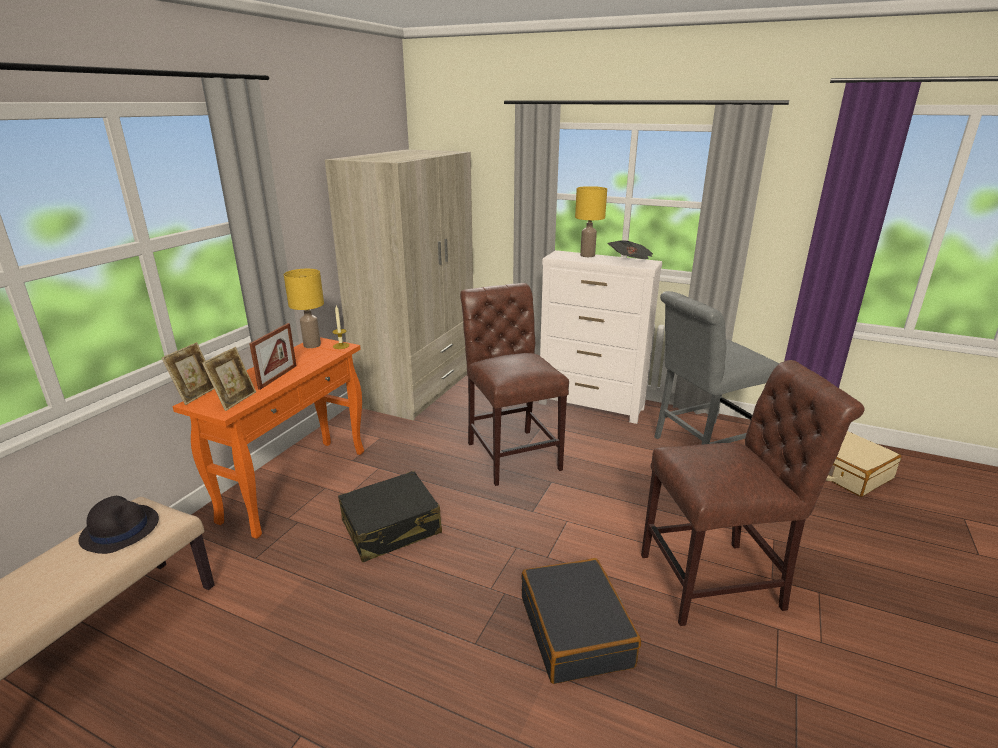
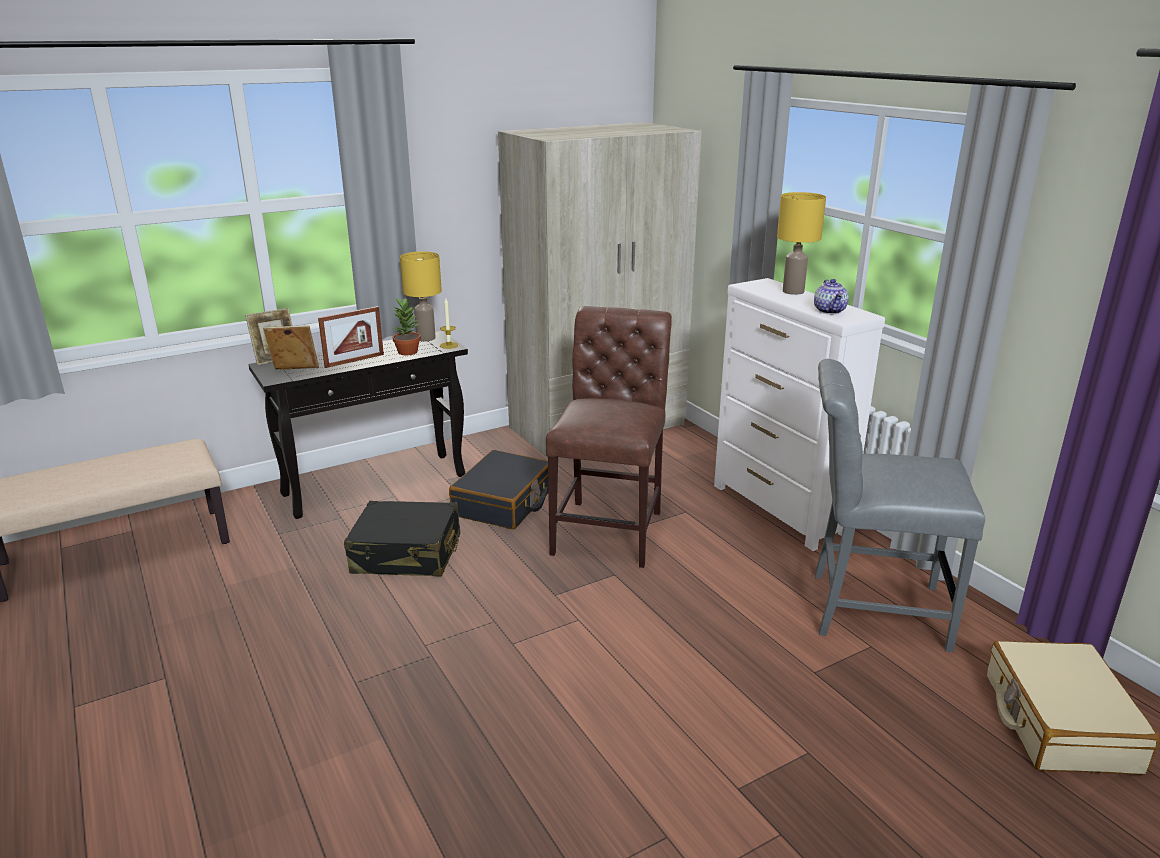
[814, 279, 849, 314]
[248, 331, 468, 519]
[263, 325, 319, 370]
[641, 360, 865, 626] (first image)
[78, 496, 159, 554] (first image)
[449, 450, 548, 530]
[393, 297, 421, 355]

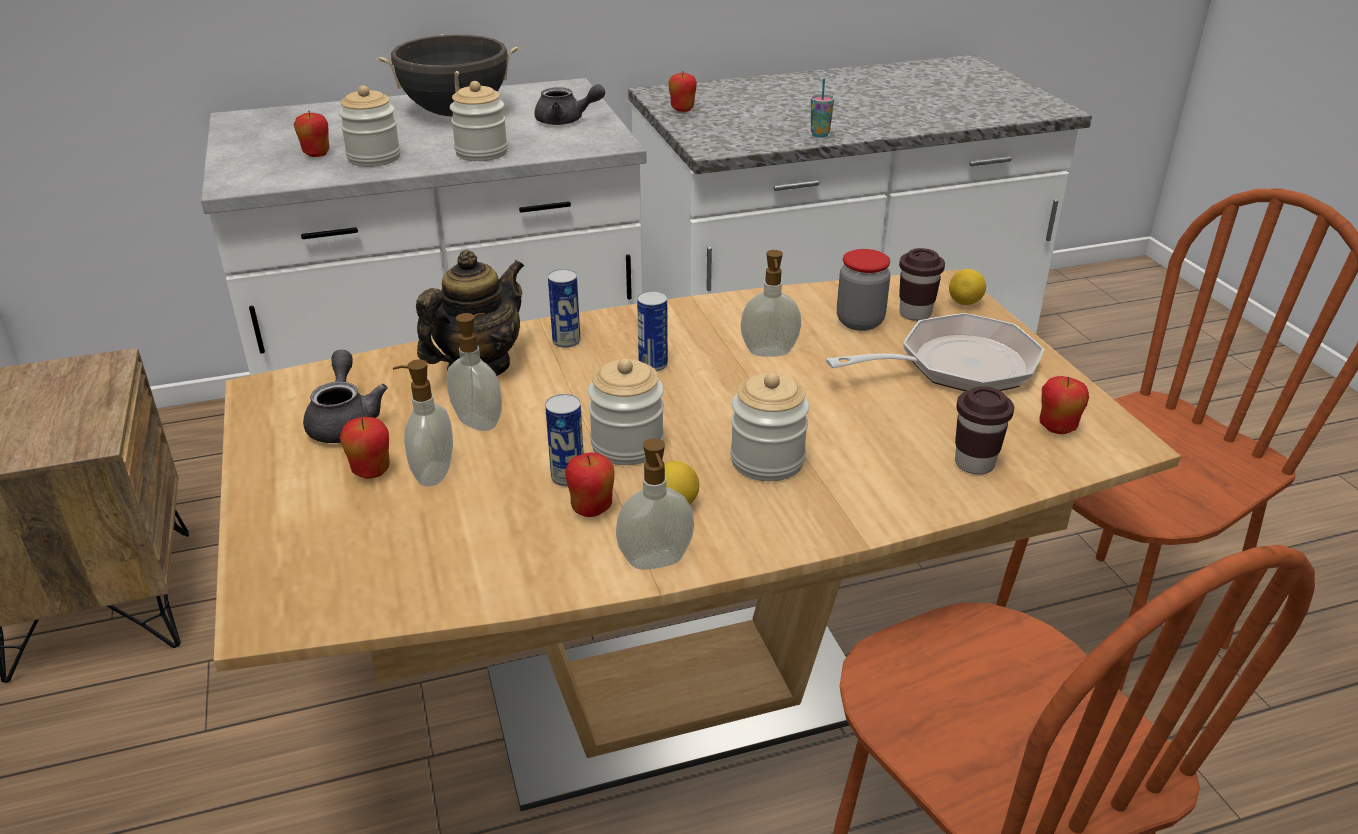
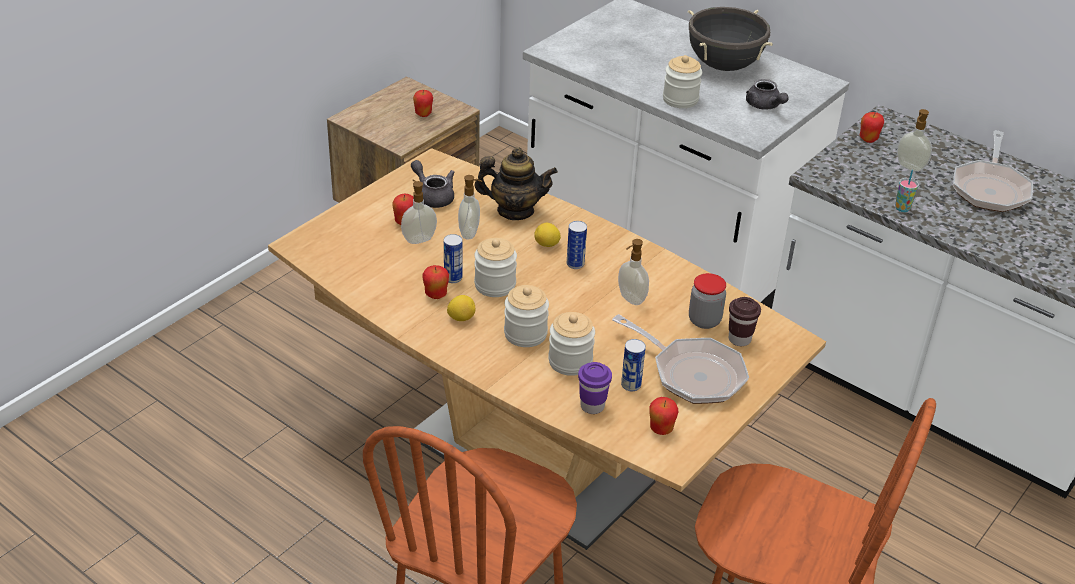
[548, 312, 595, 376]
[413, 90, 433, 117]
[621, 339, 646, 391]
[534, 223, 561, 247]
[411, 160, 454, 208]
[578, 362, 612, 414]
[897, 109, 932, 172]
[953, 131, 1033, 212]

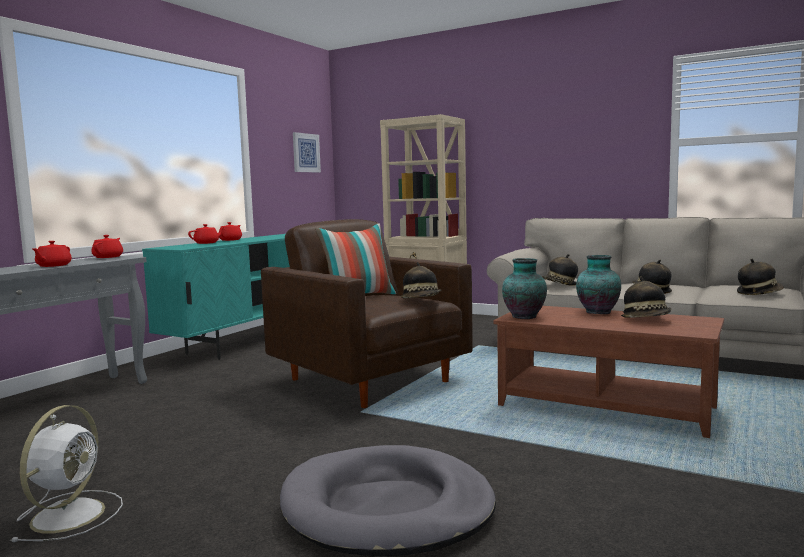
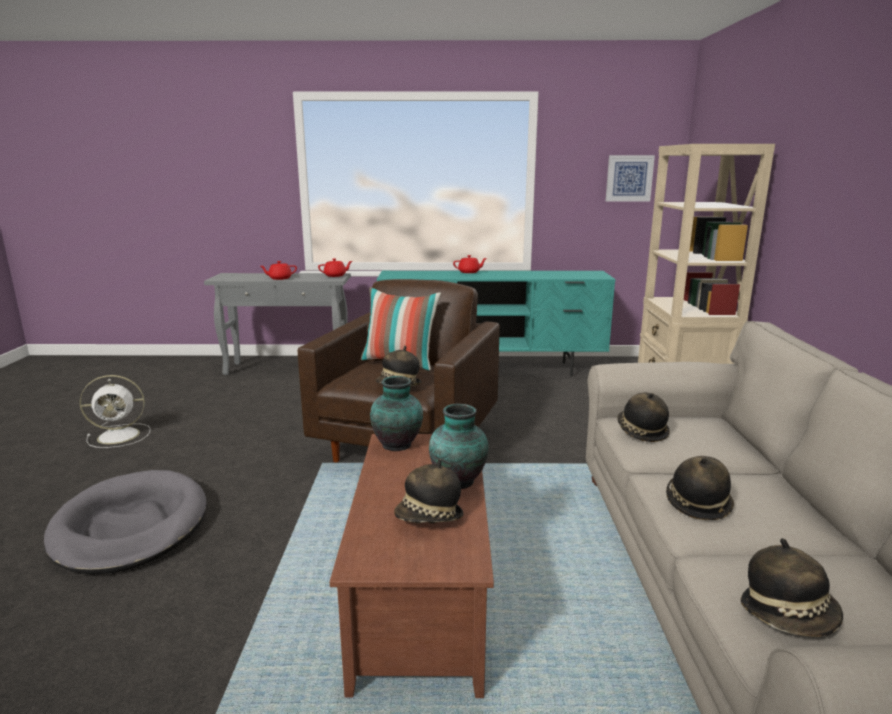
[188, 224, 224, 244] (first image)

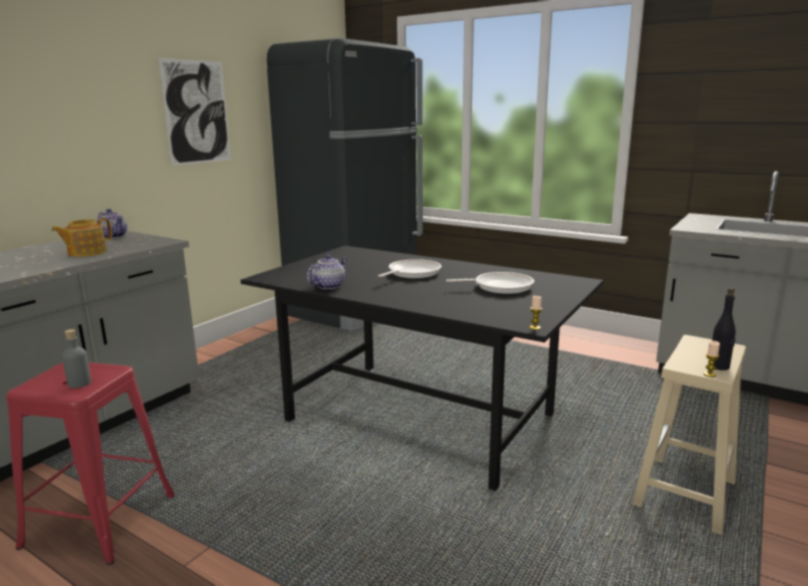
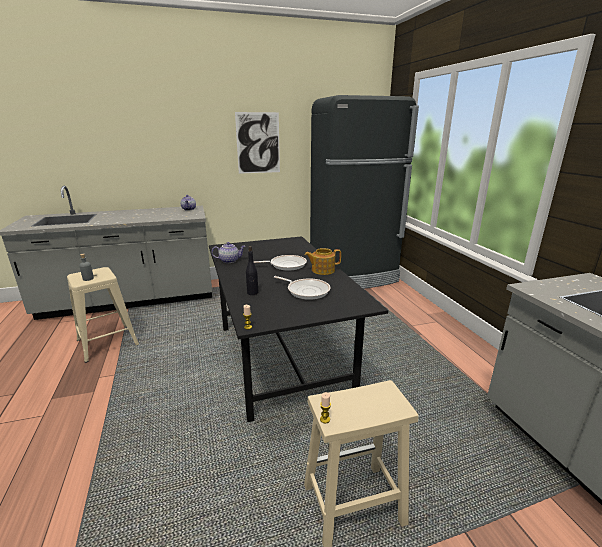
[305, 248, 341, 275]
[246, 246, 258, 295]
[67, 267, 139, 363]

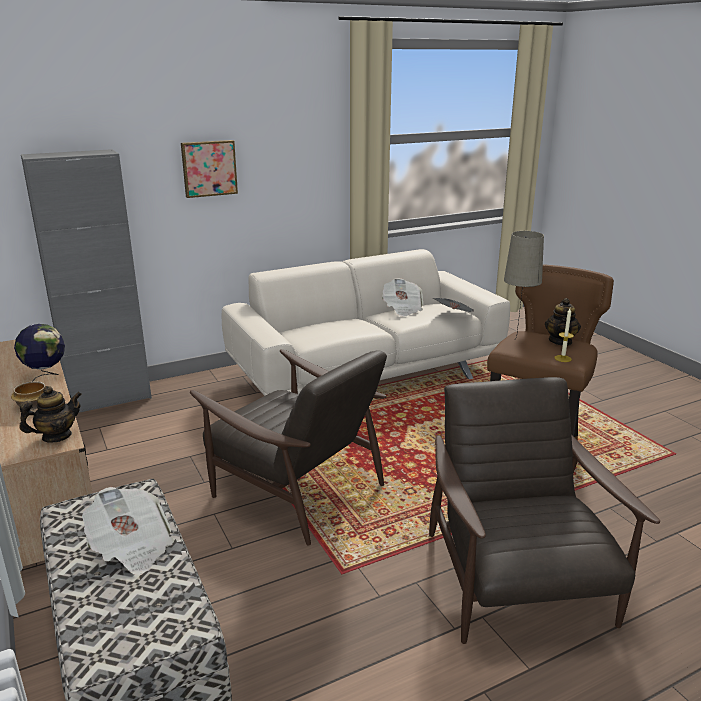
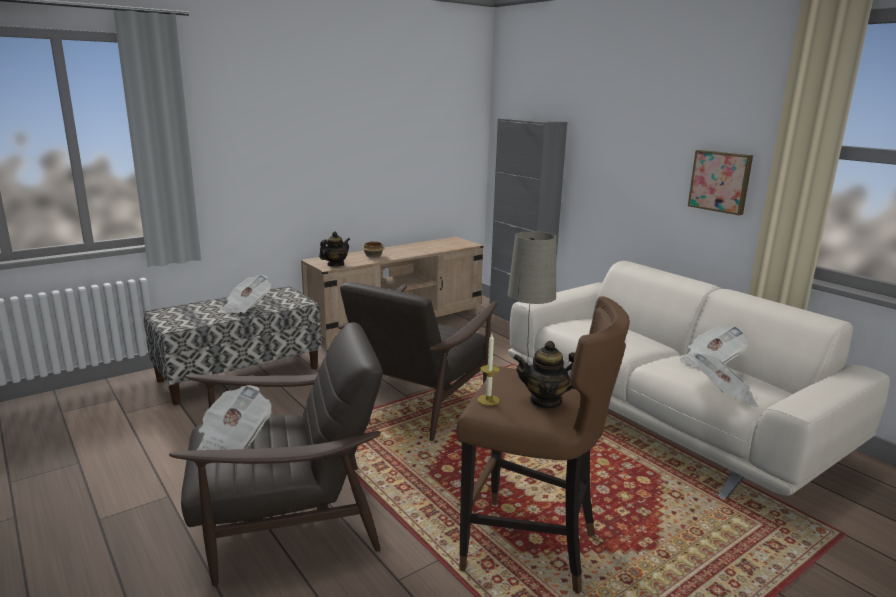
[688, 150, 753, 215]
[14, 324, 65, 387] (first image)
[319, 231, 350, 267]
[197, 385, 272, 450]

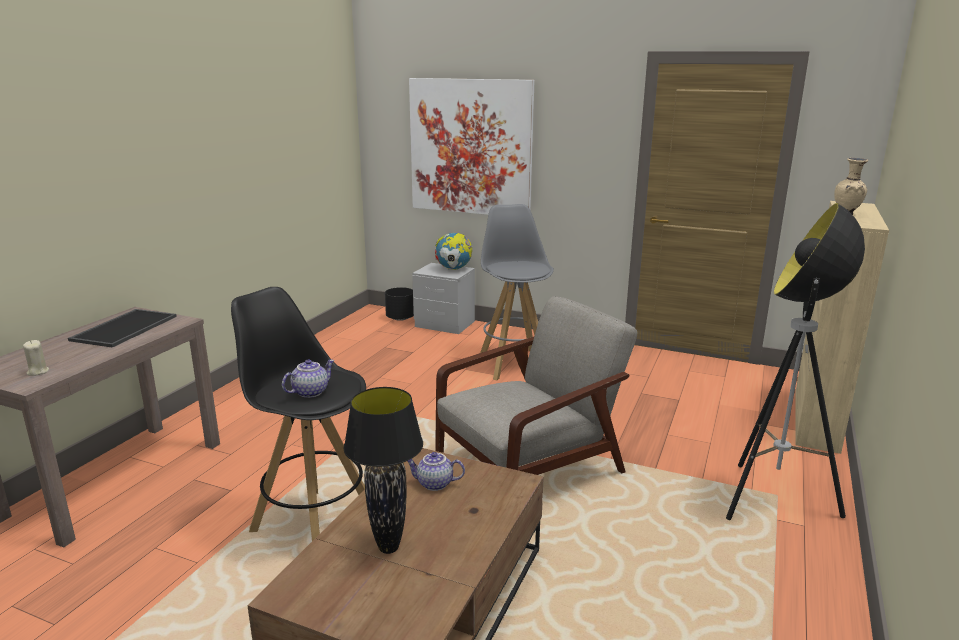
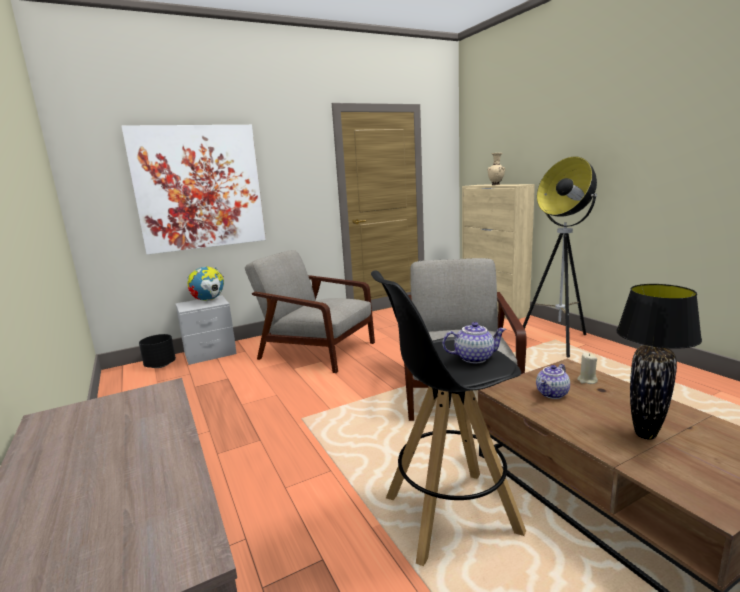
[245, 250, 375, 373]
[68, 309, 177, 348] (first image)
[577, 353, 598, 384]
[442, 322, 506, 363]

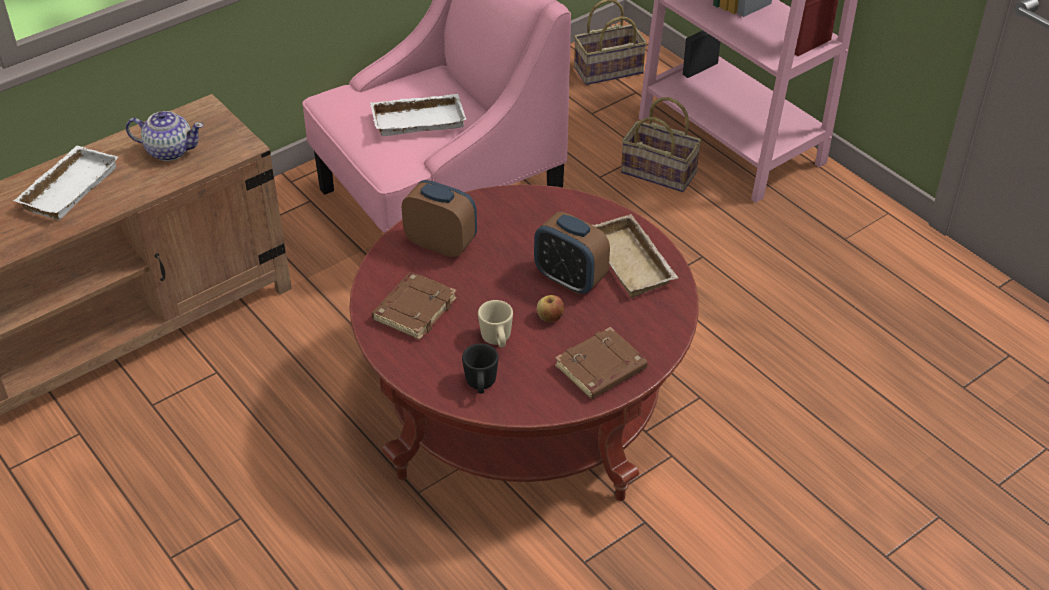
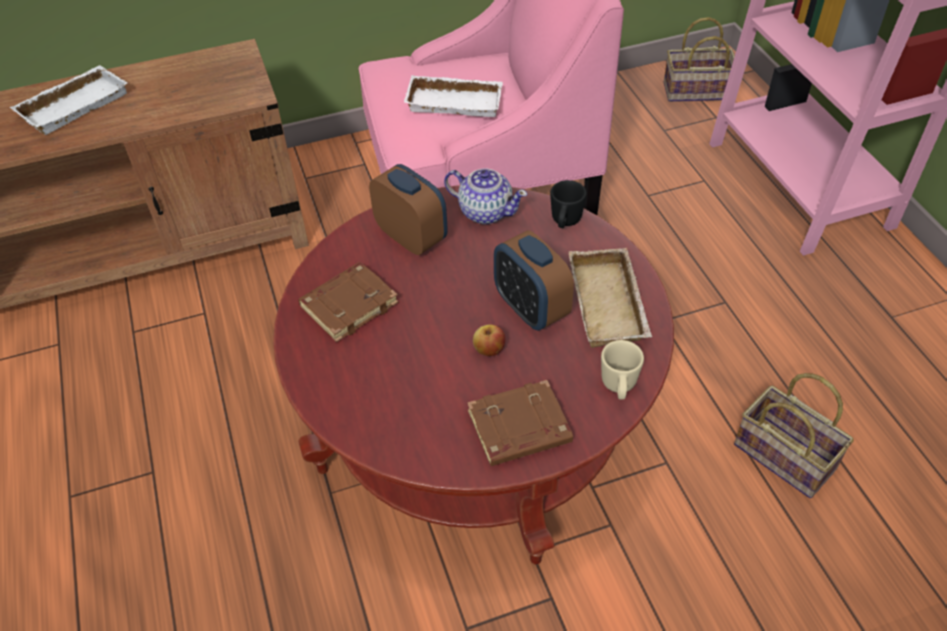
[734, 373, 854, 498]
[444, 169, 527, 224]
[601, 340, 644, 400]
[550, 180, 587, 228]

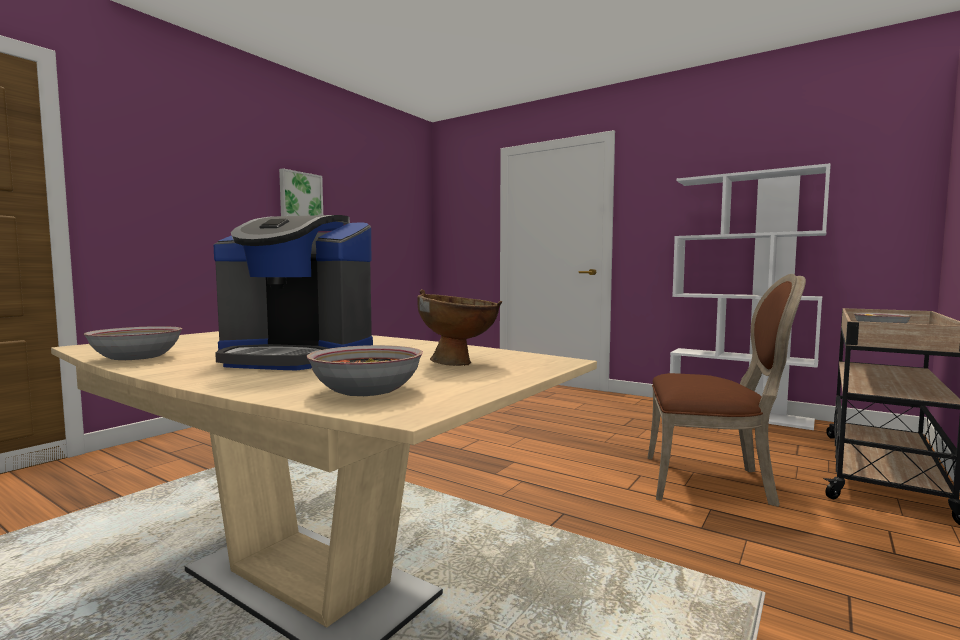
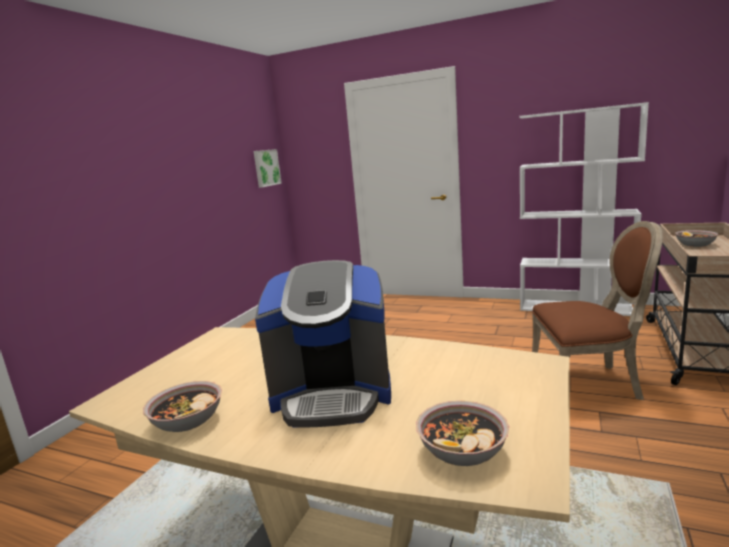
[253, 149, 282, 188]
[417, 289, 502, 366] (first image)

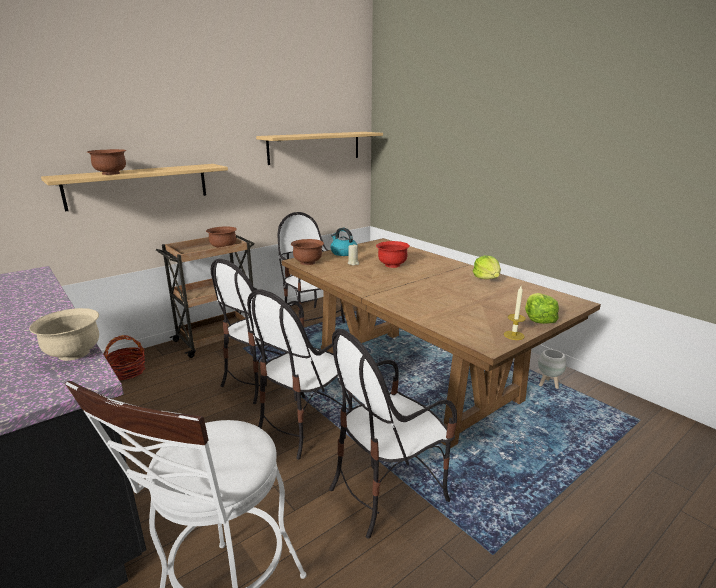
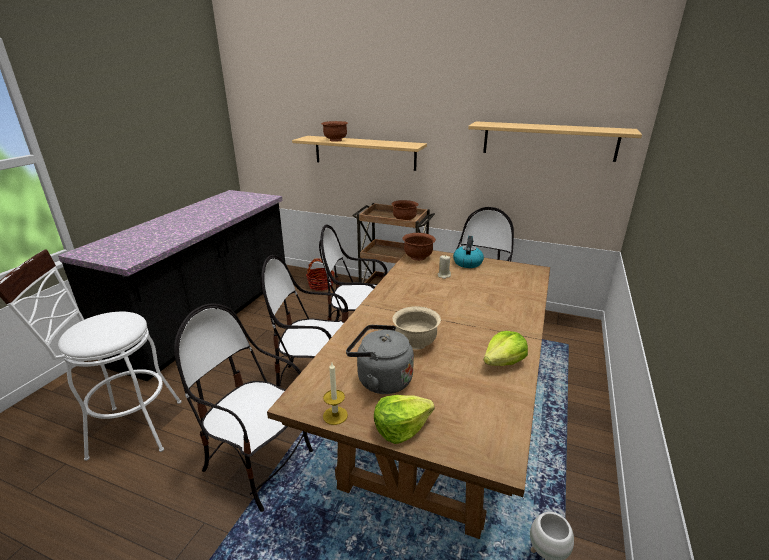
[376, 241, 410, 268] (first image)
[393, 306, 441, 350]
[346, 325, 414, 394]

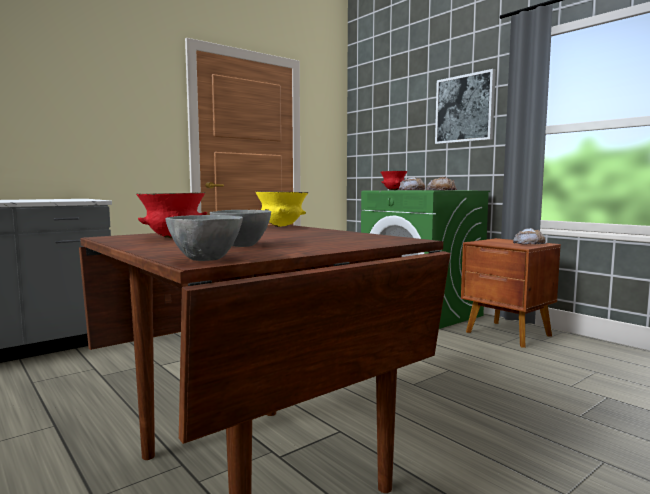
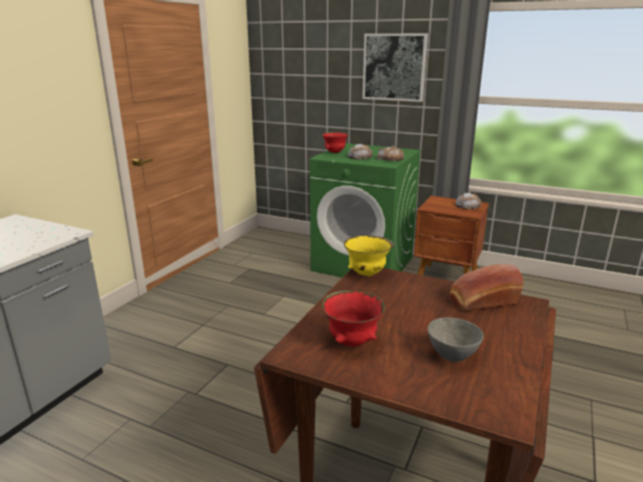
[165, 215, 243, 261] (first image)
[449, 264, 524, 311]

